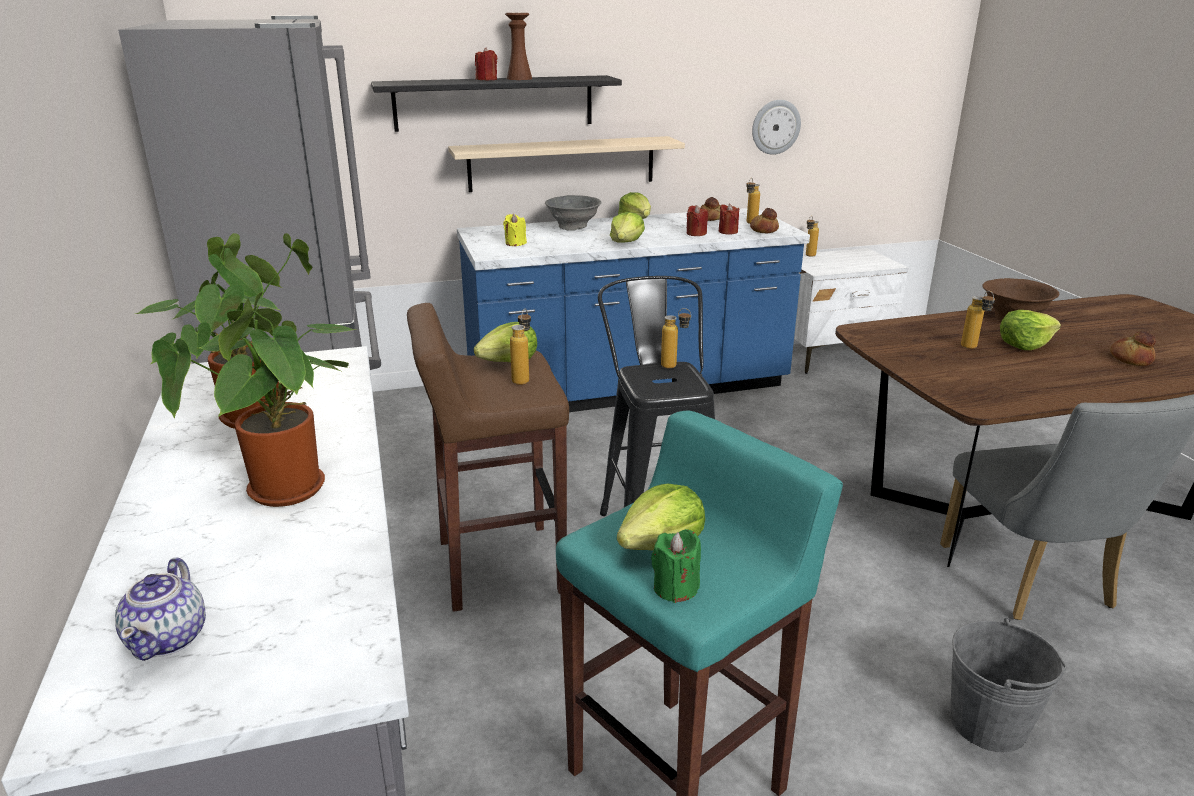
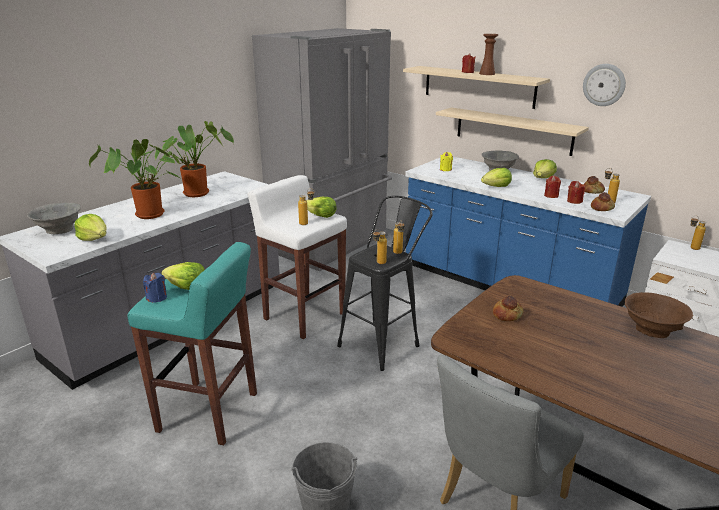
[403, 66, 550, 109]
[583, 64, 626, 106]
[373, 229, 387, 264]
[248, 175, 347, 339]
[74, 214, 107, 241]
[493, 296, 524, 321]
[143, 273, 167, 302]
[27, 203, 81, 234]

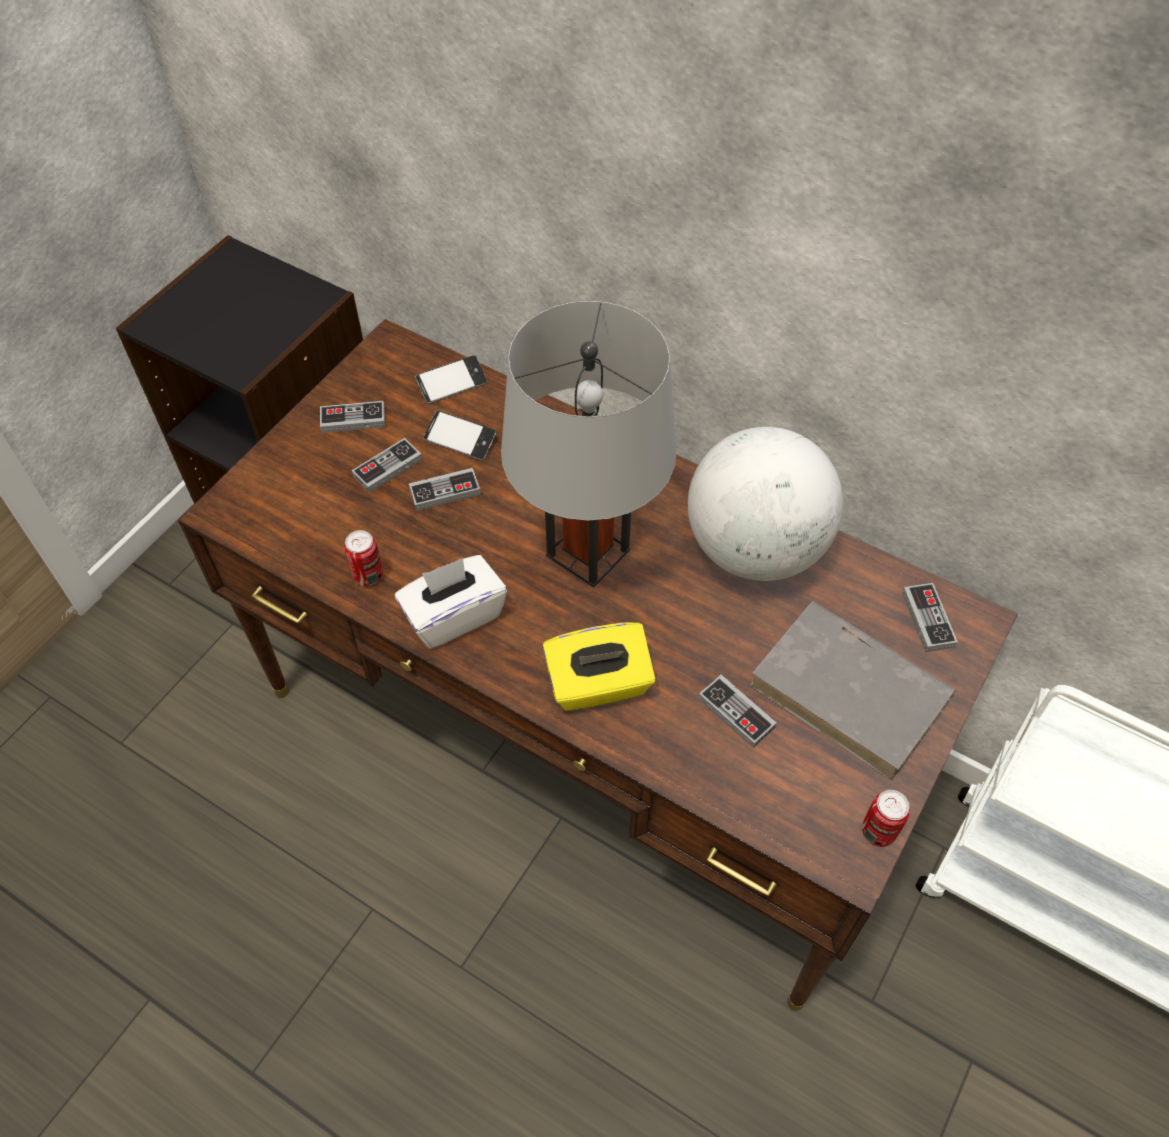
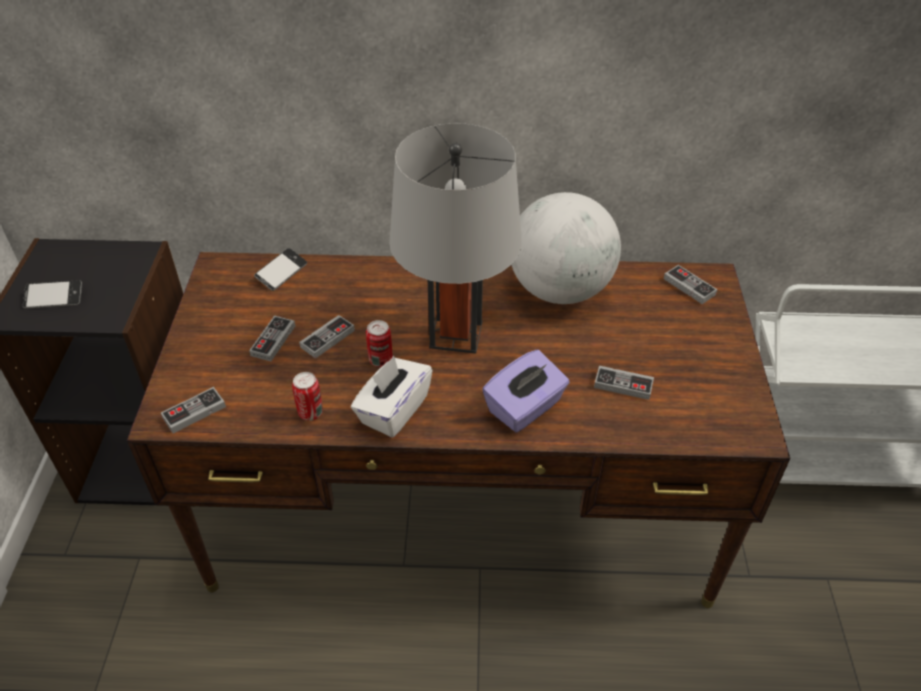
[161, 387, 226, 433]
[23, 280, 82, 309]
[749, 601, 956, 781] (first image)
[482, 350, 570, 432]
[366, 320, 392, 367]

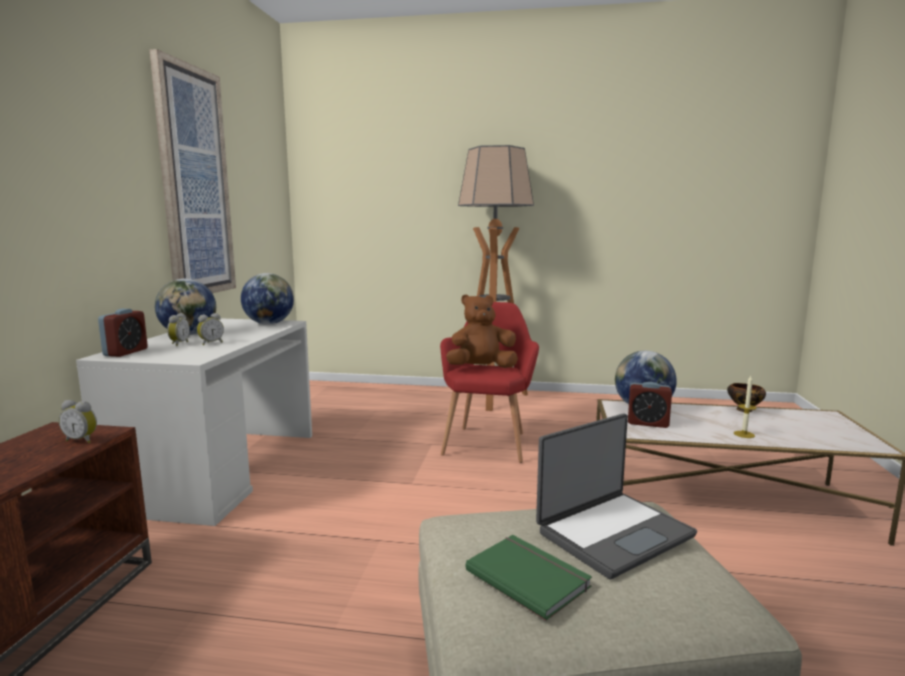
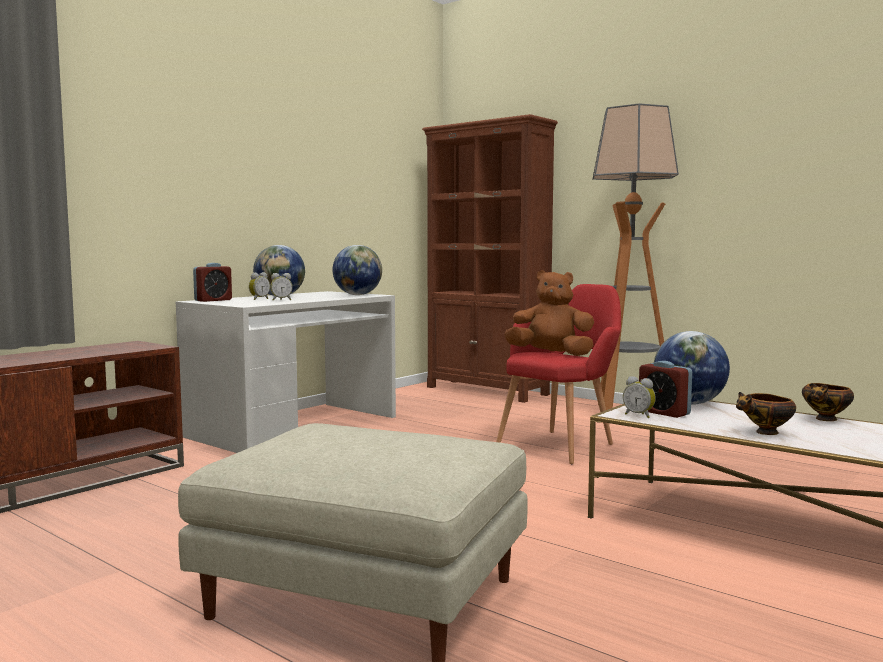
[149, 49, 236, 293] (first image)
[736, 392, 796, 435]
[623, 376, 656, 418]
[536, 413, 697, 579] (first image)
[466, 535, 592, 621] (first image)
[422, 114, 558, 403]

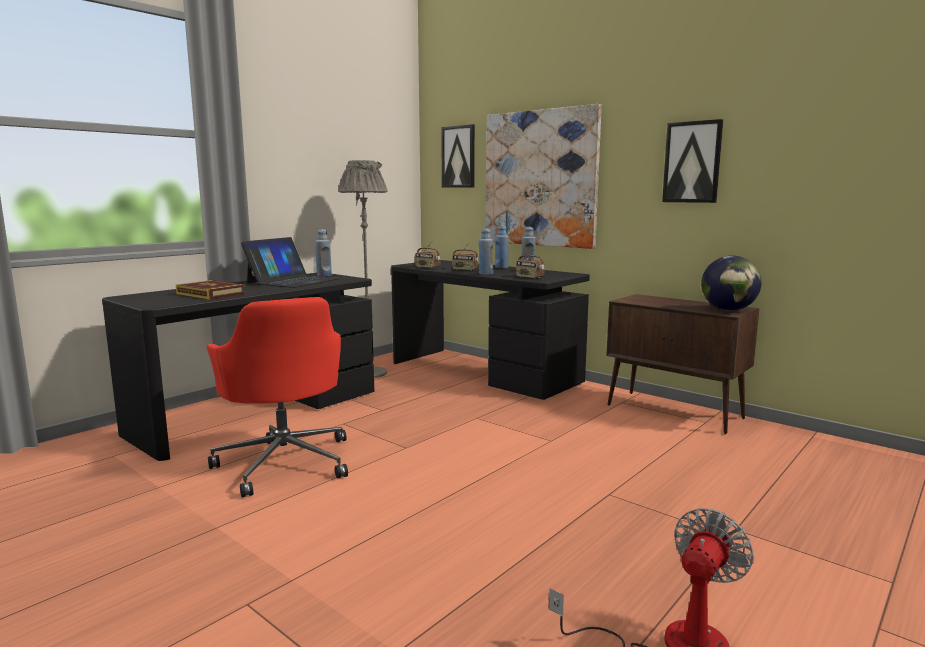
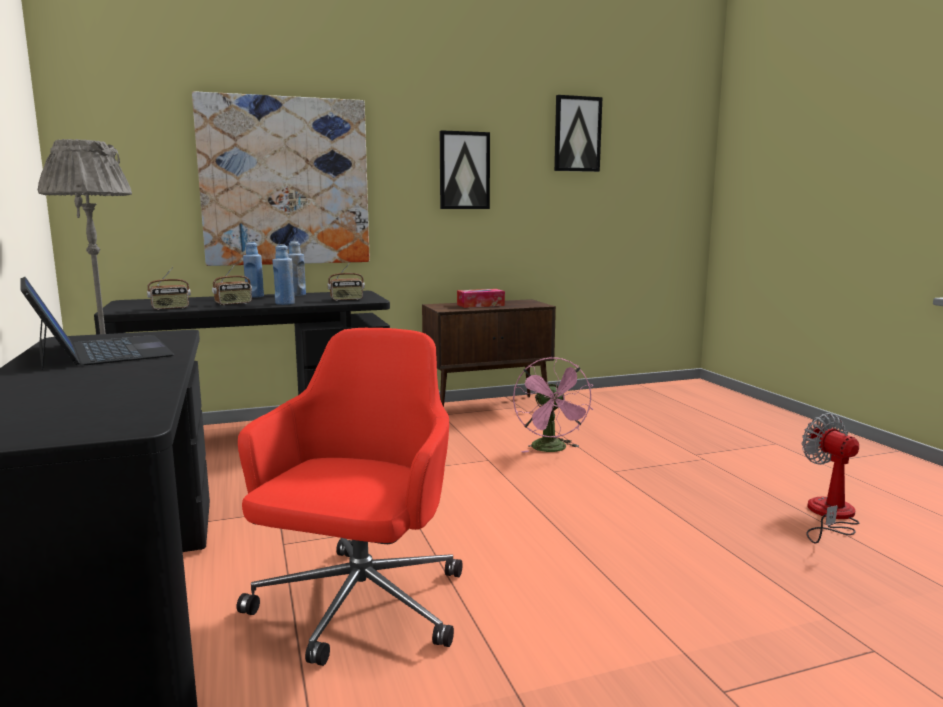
[554, 95, 603, 172]
[315, 229, 332, 277] (first image)
[701, 255, 762, 311] (first image)
[176, 280, 245, 300] (first image)
[237, 328, 463, 666]
[457, 289, 505, 308]
[513, 357, 593, 453]

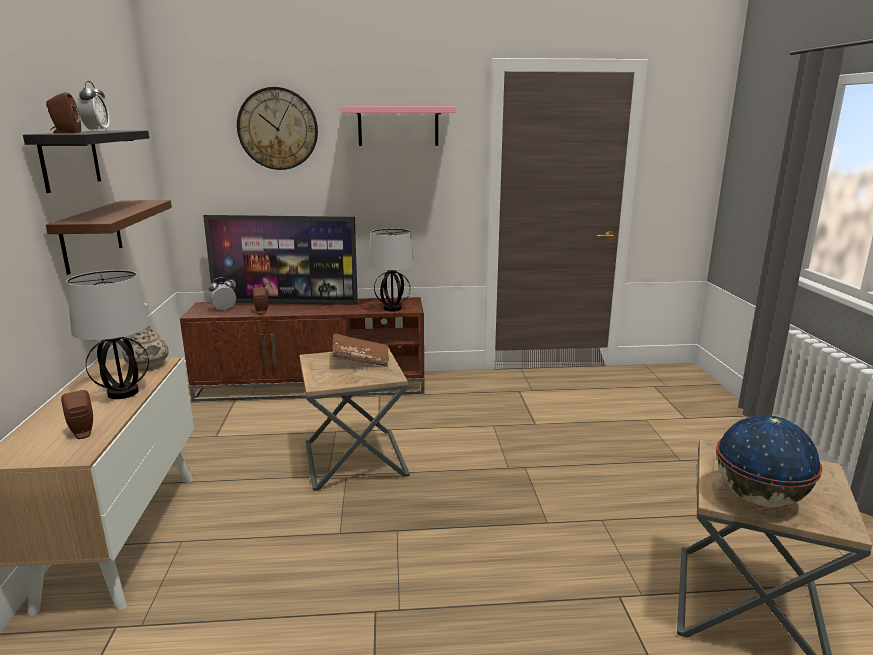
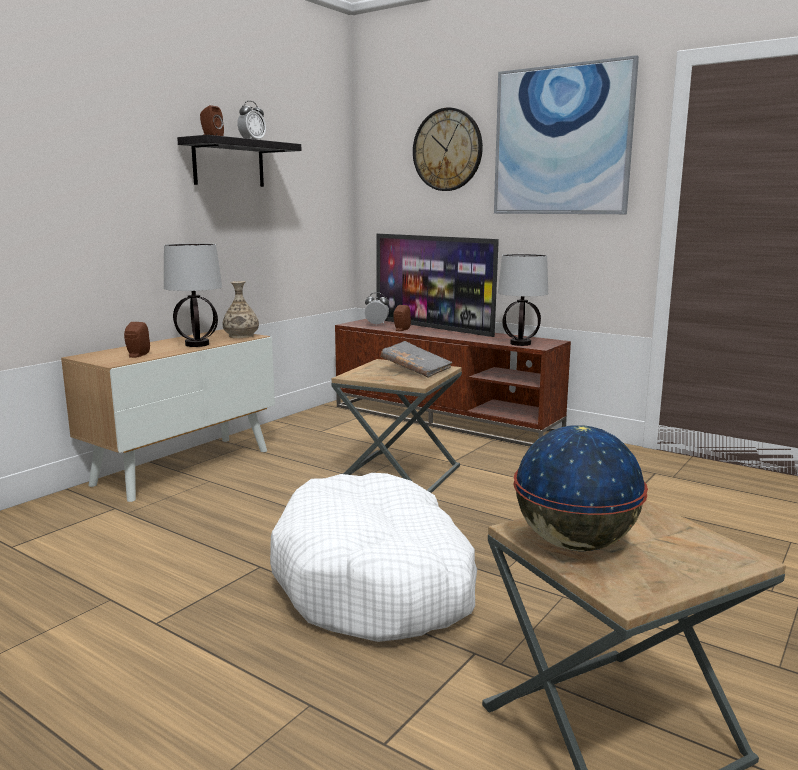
[494, 55, 639, 214]
[46, 200, 172, 275] (first image)
[380, 341, 452, 378]
[270, 473, 477, 642]

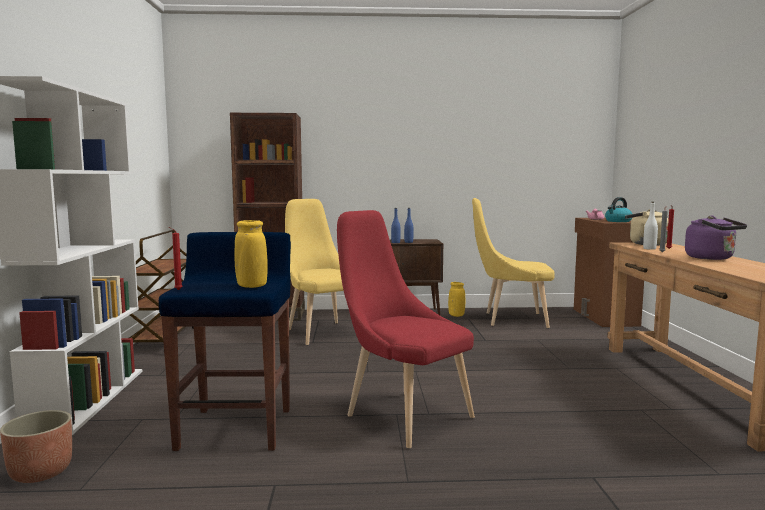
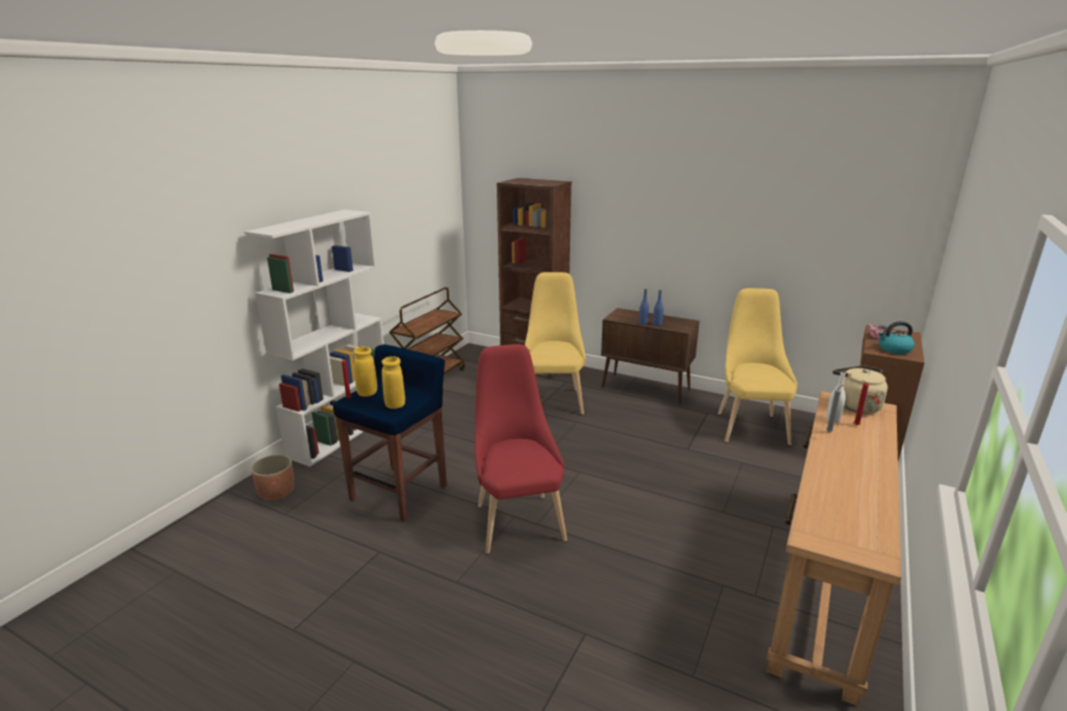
[718, 288, 798, 445]
[685, 215, 747, 260] (first image)
[353, 346, 377, 397]

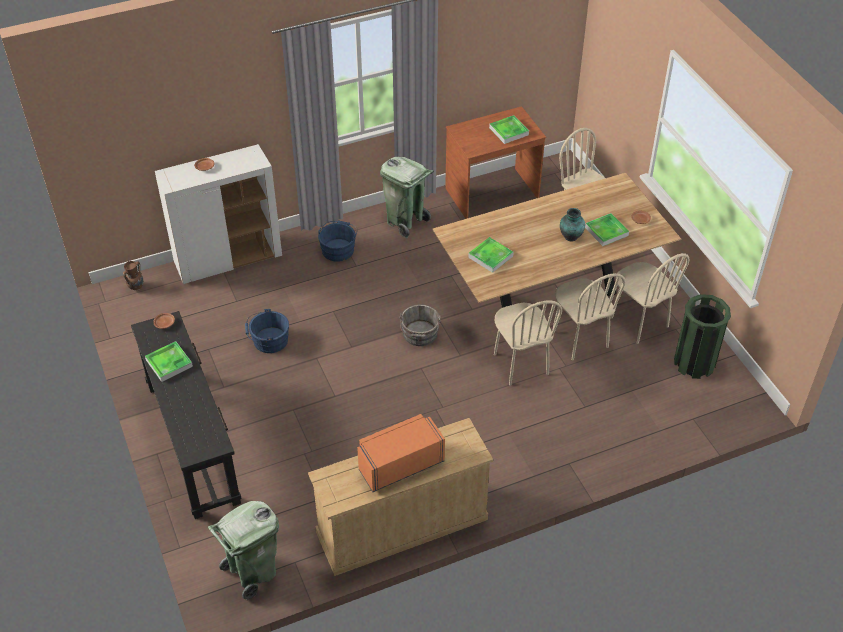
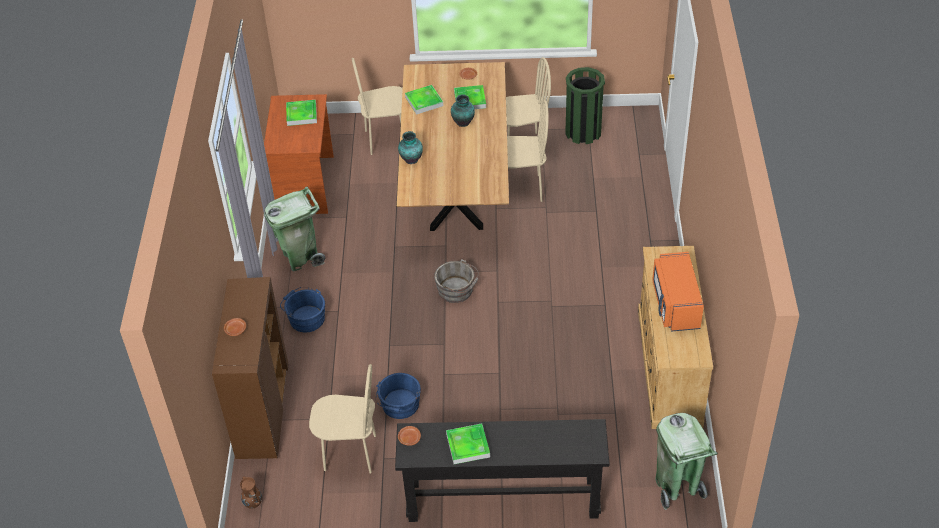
[212, 277, 289, 459]
[405, 85, 443, 115]
[309, 364, 376, 474]
[398, 131, 423, 164]

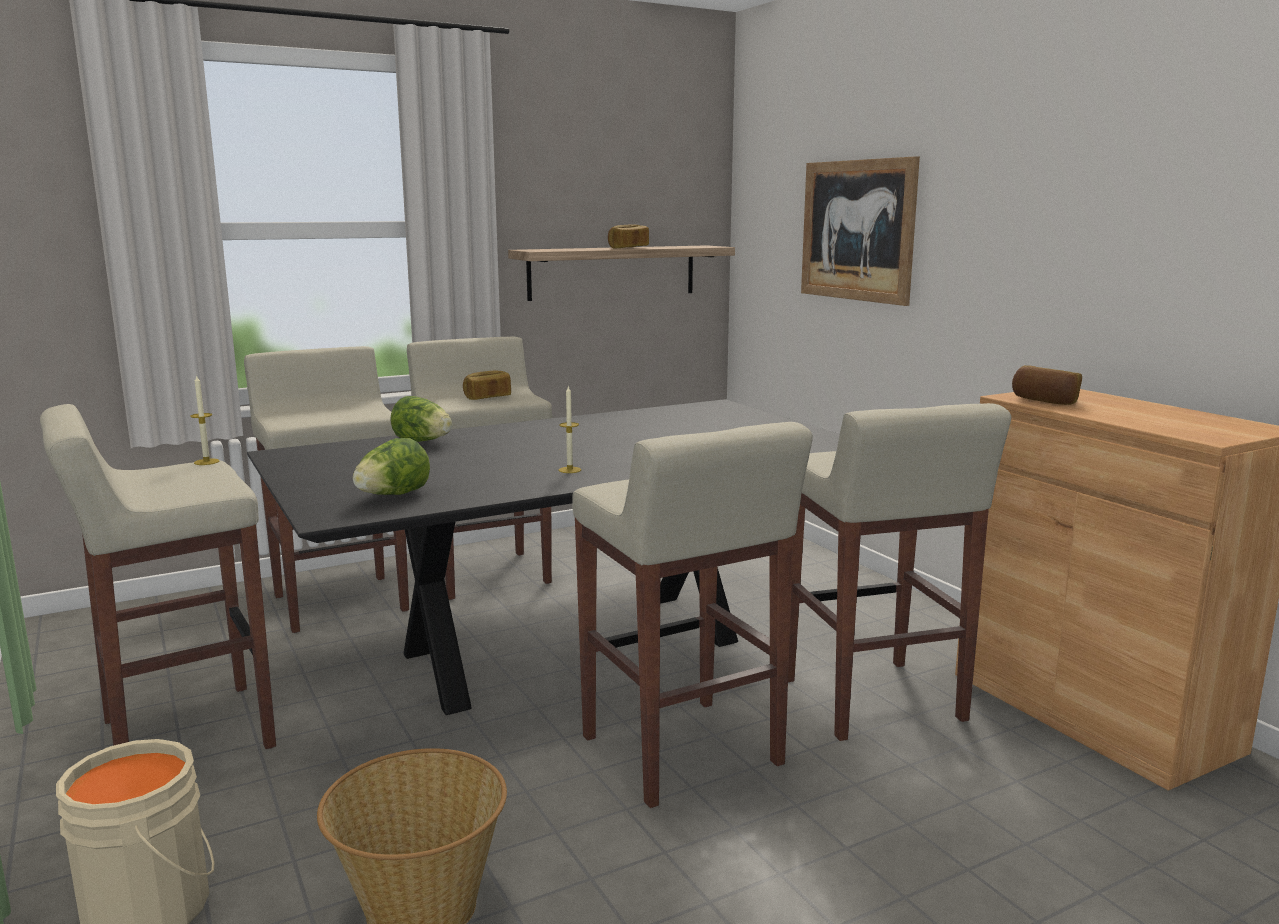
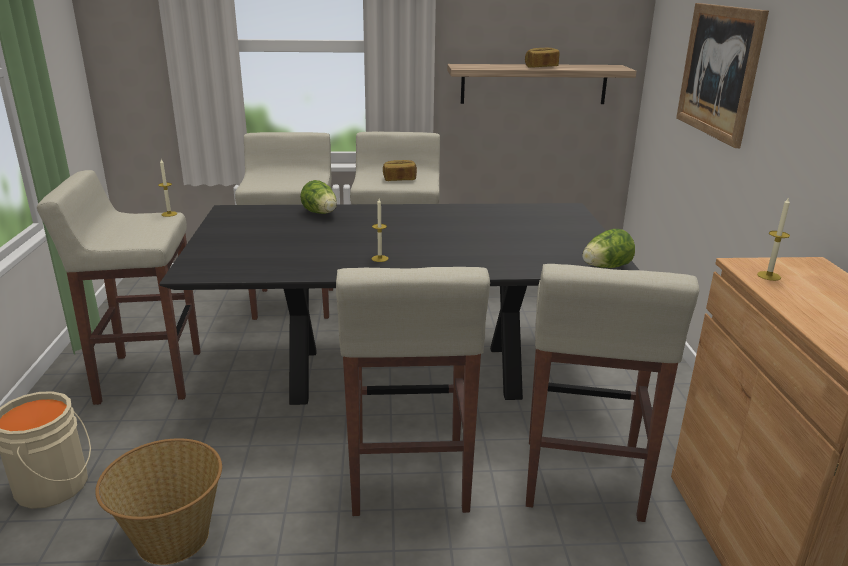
[757, 197, 790, 281]
[583, 229, 635, 268]

